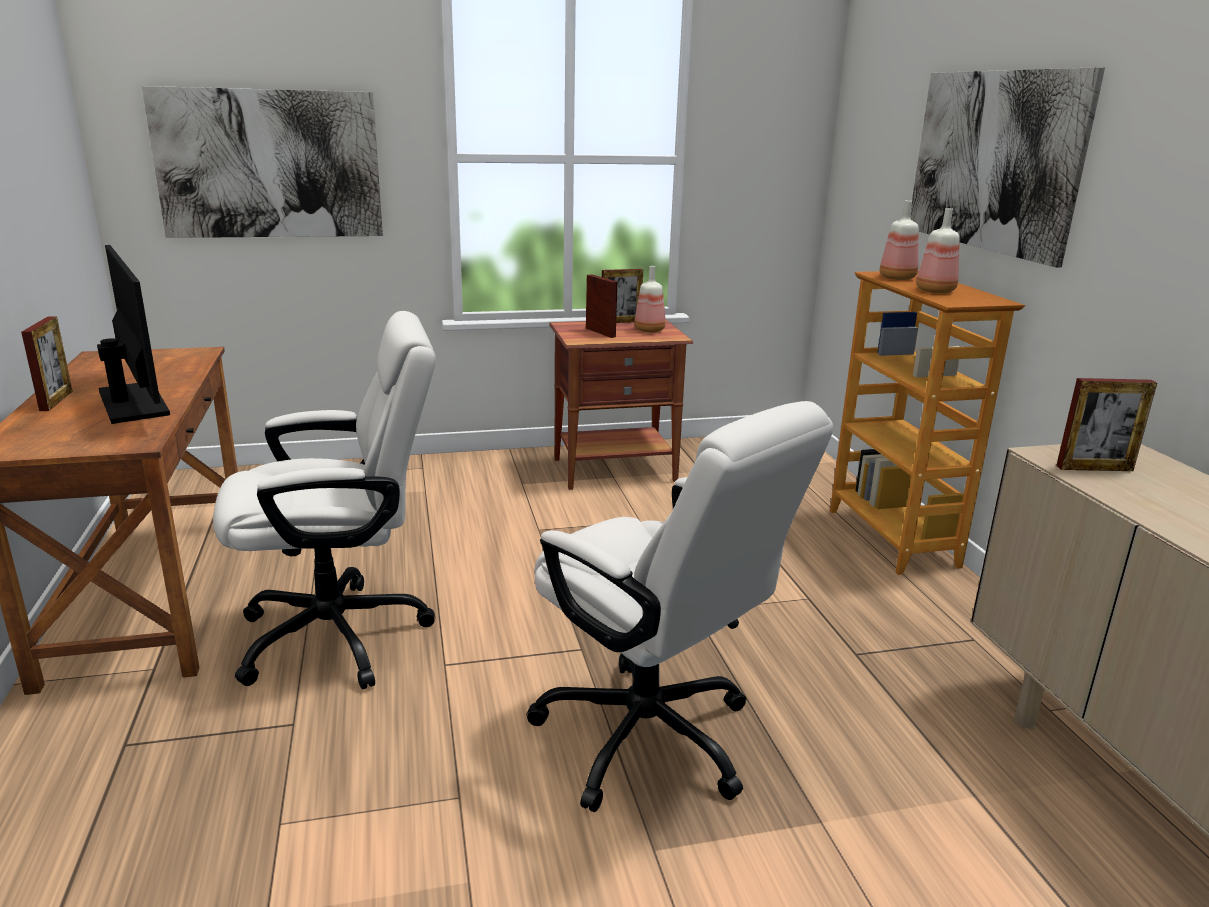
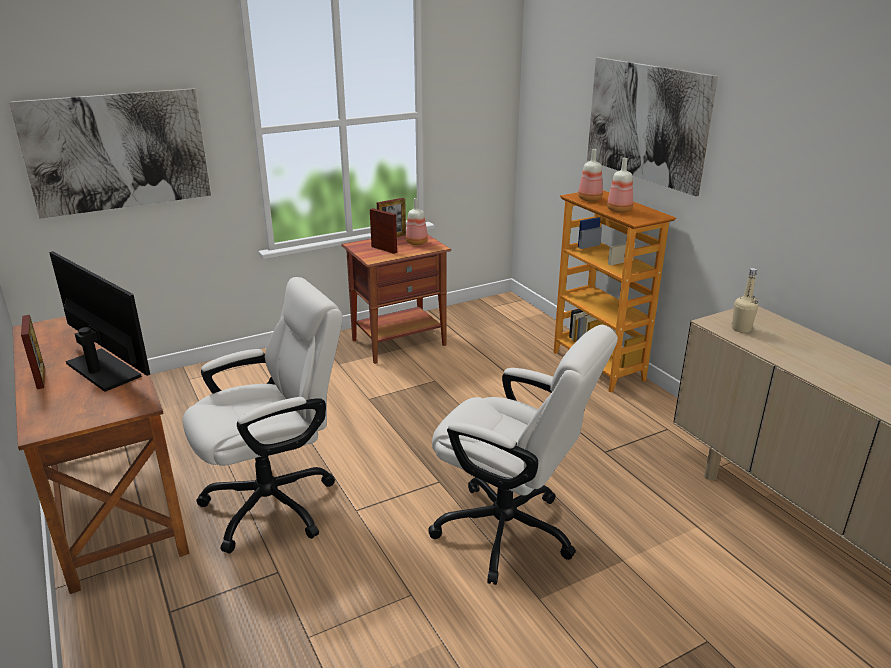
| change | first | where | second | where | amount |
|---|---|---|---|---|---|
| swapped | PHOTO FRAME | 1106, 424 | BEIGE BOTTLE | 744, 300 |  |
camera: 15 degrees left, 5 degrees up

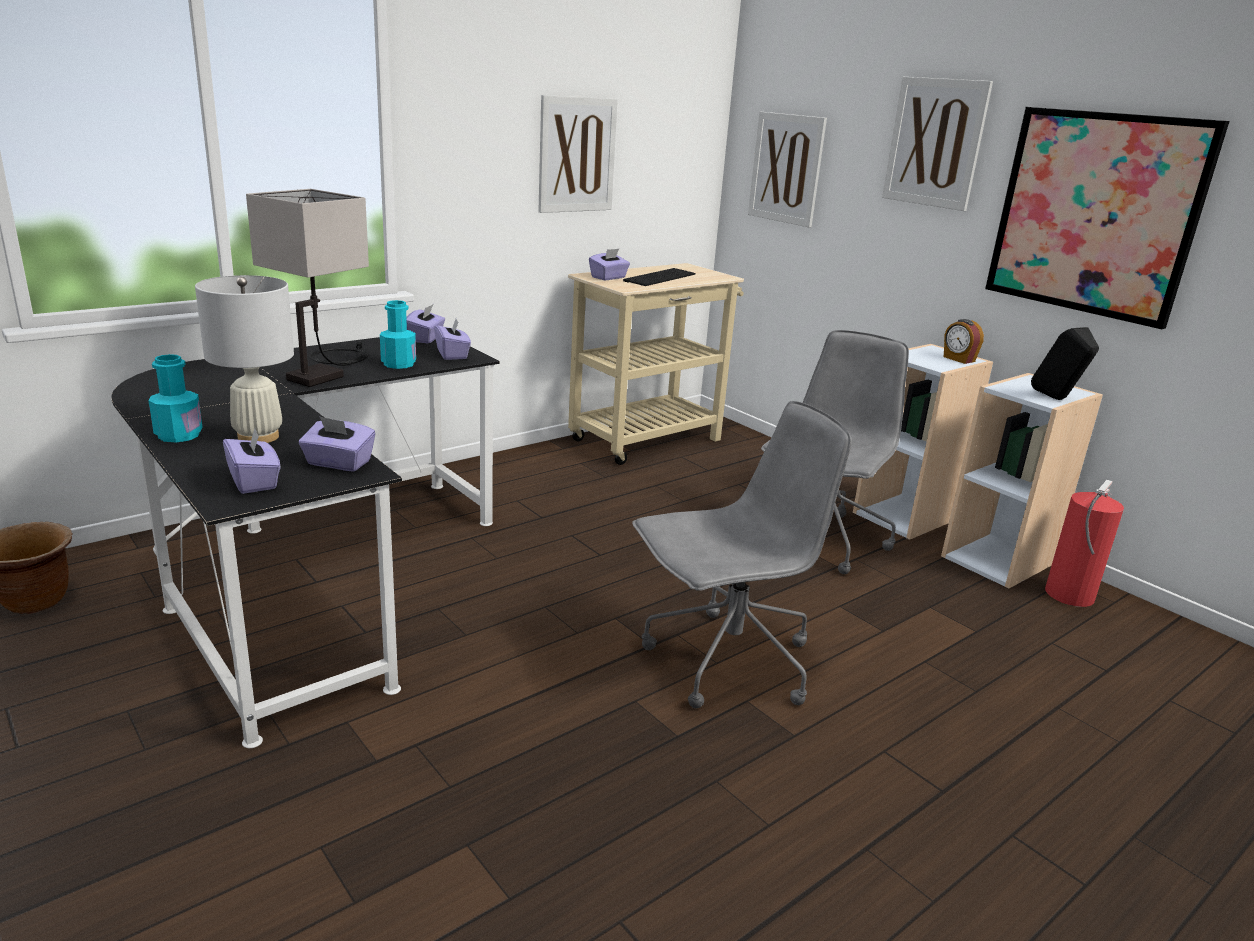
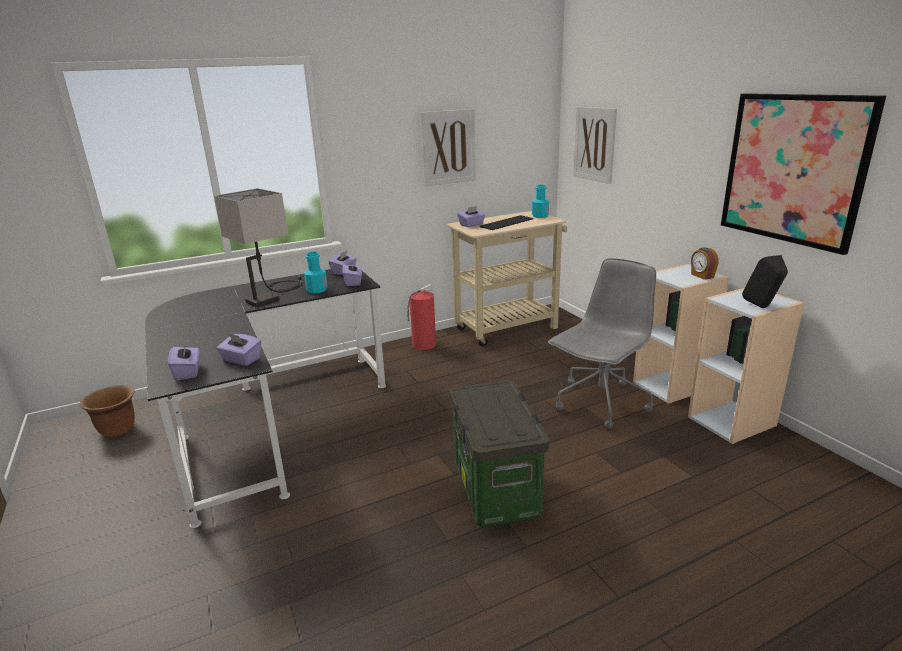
| change | first | where | second | where | amount |
|---|---|---|---|---|---|
| shifted | FIRE-FIGHTING CYLINDER | 1084, 543 |  | 422, 317 |  |
| swapped | GREYISH COMPUTER CHAIR | 742, 554 | STORAGE CONTAINER | 499, 454 |  |
| shifted | TURQUOISE BOTTLE | 175, 398 |  | 540, 201 |  |
| gone | WHITE-COLOURED TABLE LAMP | 244, 359 |  |  |  |
| gone | WALL PICTURE | 937, 144 |  |  |  |
camera: 15 degrees right, 0 degrees up

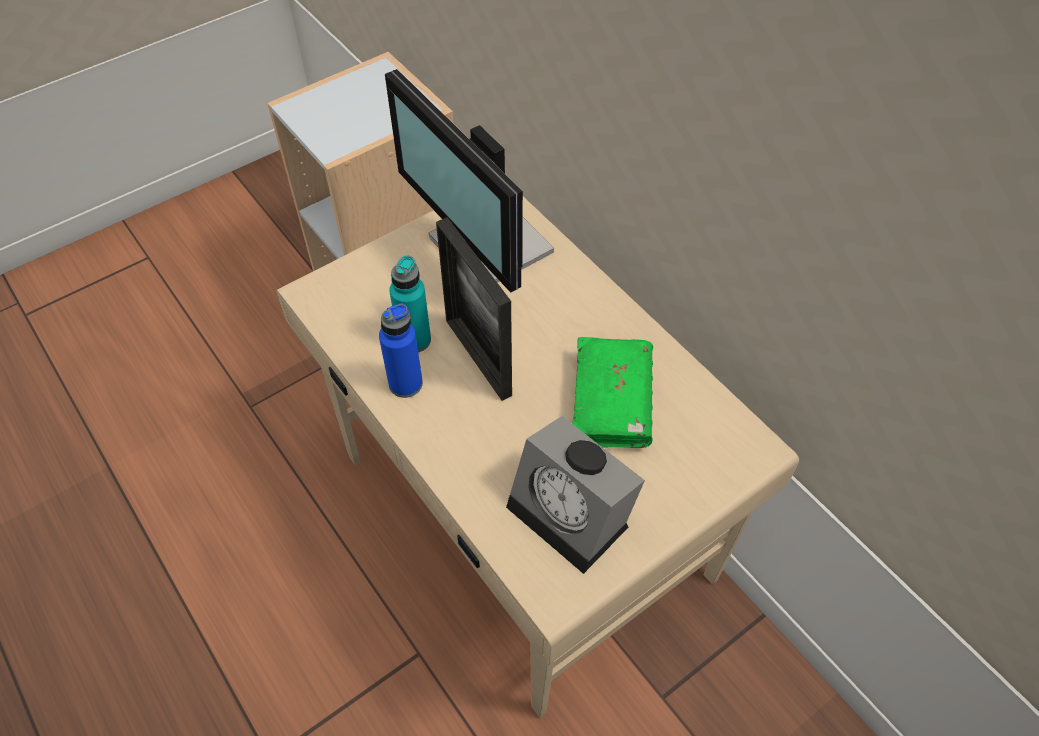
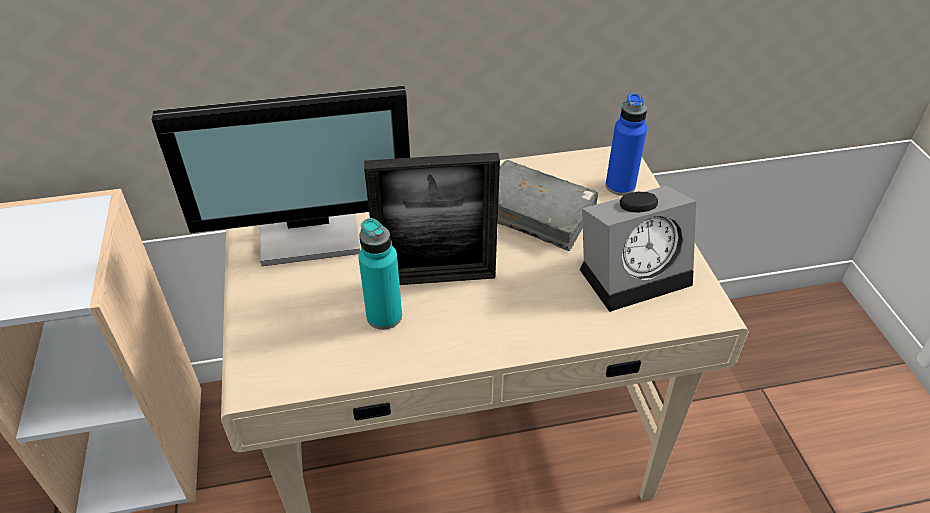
| change | first | where | second | where | amount |
|---|---|---|---|---|---|
| repainted | GREENISH BOUND BOOK | 612, 392 | GREYISH BOUND BOOK | 547, 205 |  |
| shifted | BLUISH BOTTLE | 401, 350 |  | 626, 144 |  |
camera: 65 degrees left, 10 degrees down

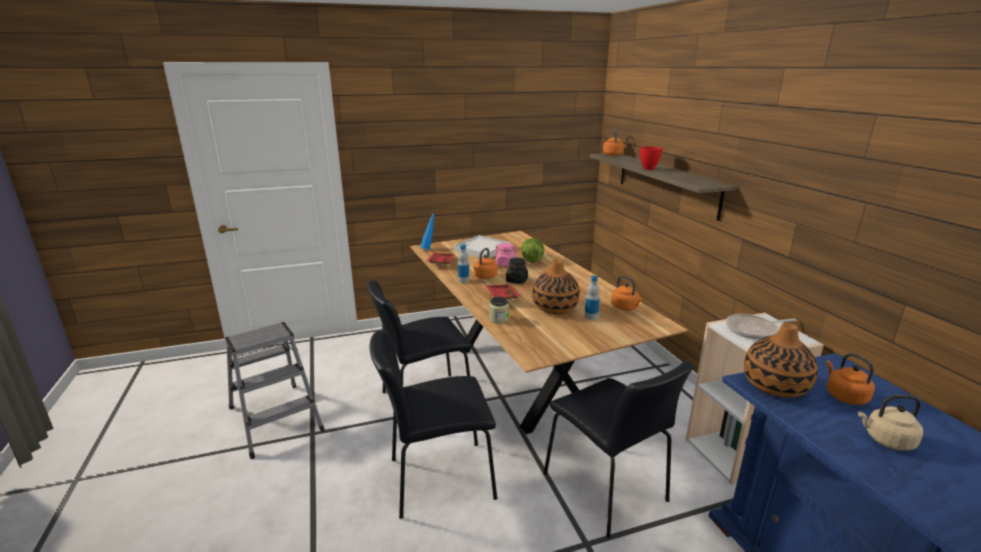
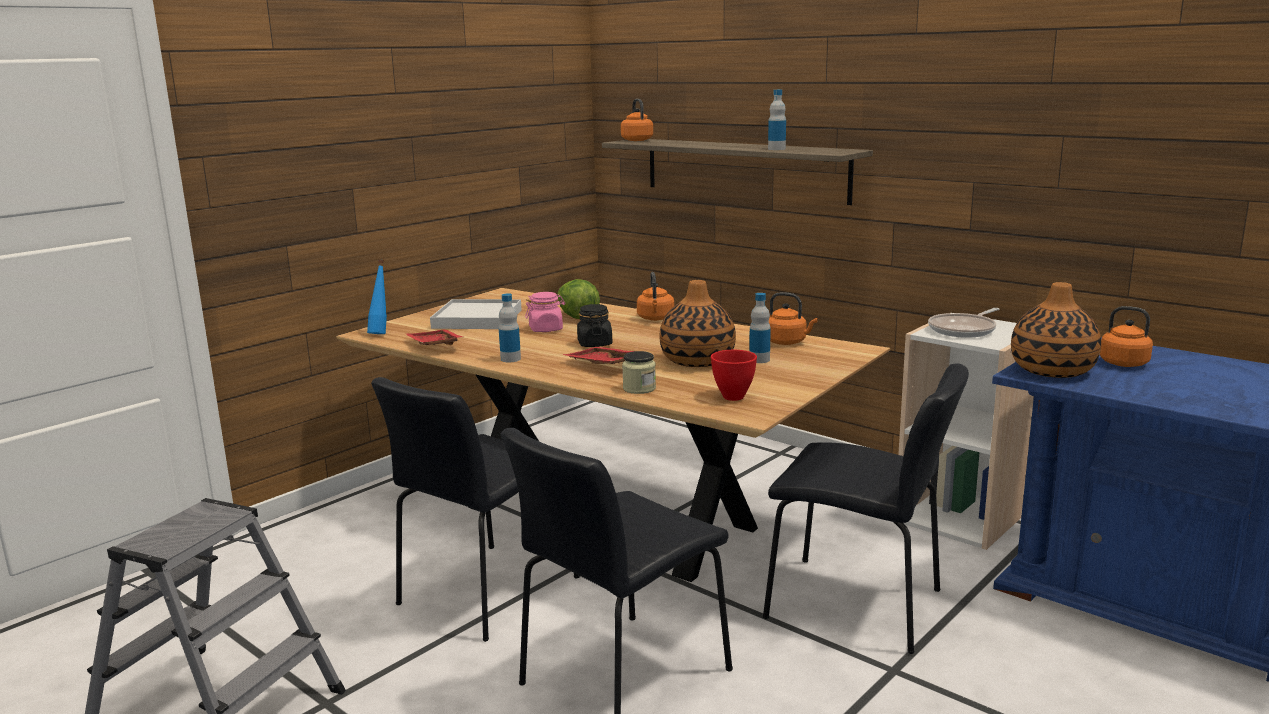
| change | first | where | second | where | amount |
|---|---|---|---|---|---|
| shifted | ORANGE KETTLE | 485, 263 |  | 655, 296 |  |
| shifted | RED-COLOURED BOWL | 651, 158 |  | 734, 375 |  |
| new |  |  | BOTTLE | 777, 120 |  |
| gone | BEIGE KETTLE | 890, 423 |  |  |  |
camera: 30 degrees left, 5 degrees down

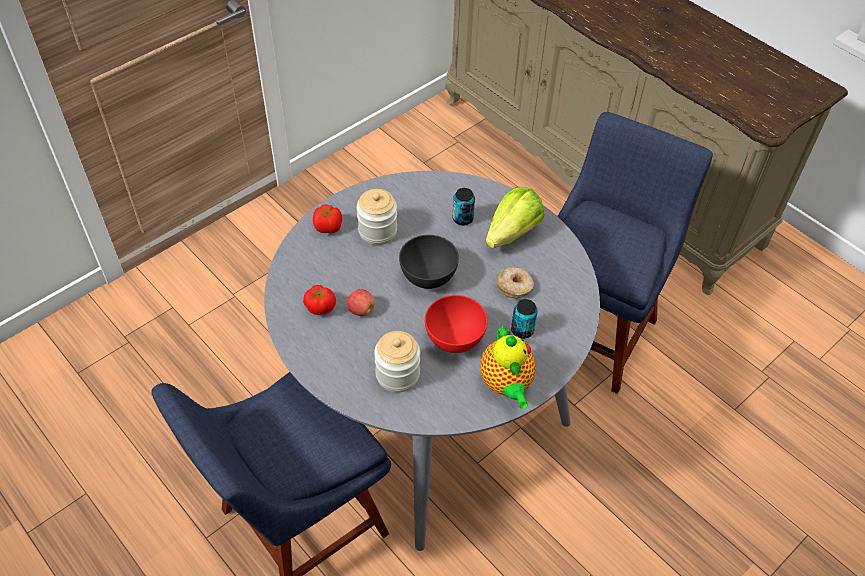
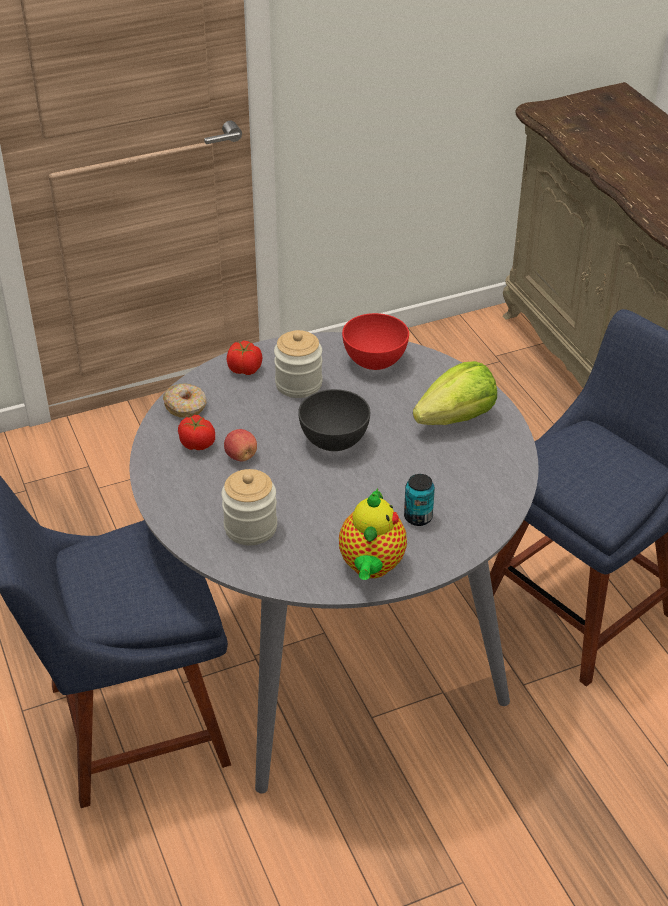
| change | first | where | second | where | amount |
|---|---|---|---|---|---|
| shifted | RING DOUGHNUT | 515, 282 |  | 184, 401 |  |
| shifted | RED-COLOURED BOWL | 456, 324 |  | 375, 341 |  |
| gone | CAN | 464, 207 |  |  |  |
camera: 20 degrees right, 10 degrees down

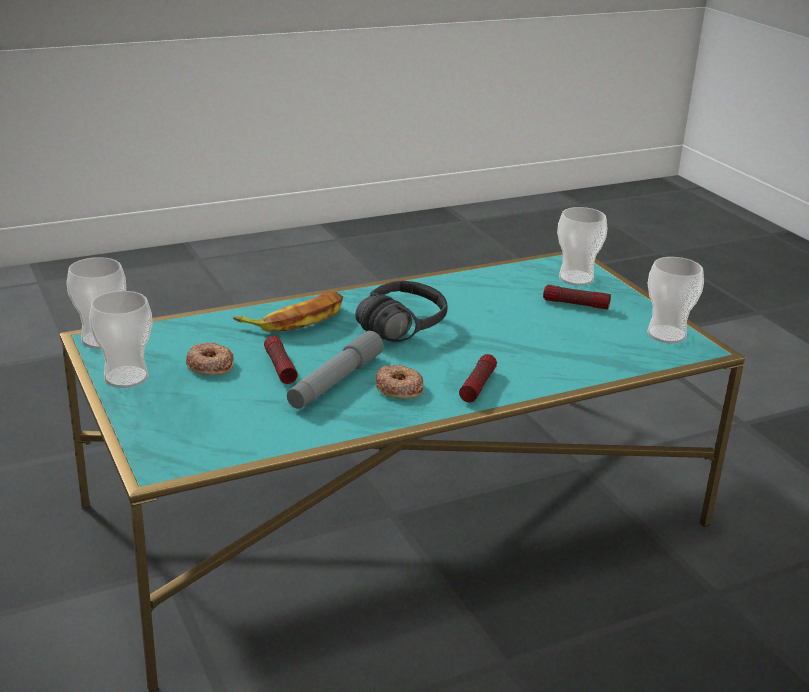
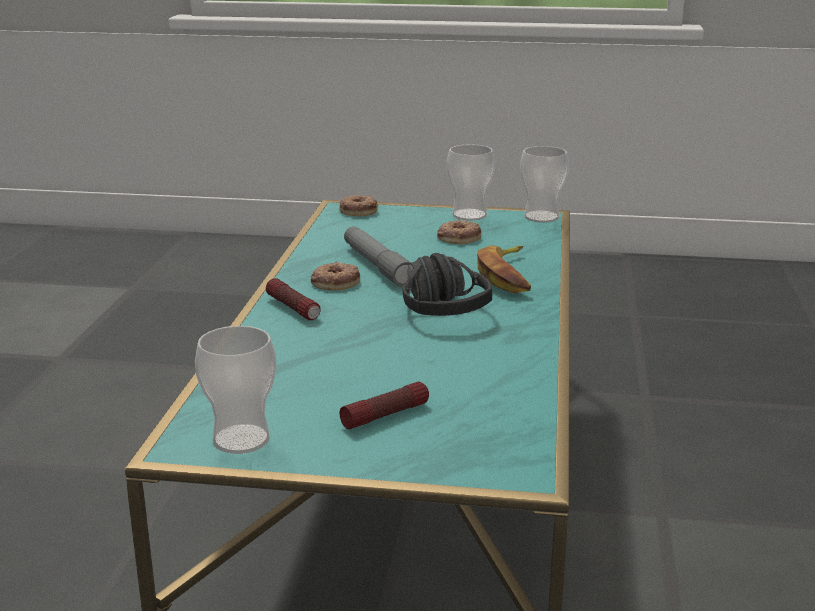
| change | first | where | second | where | amount |
|---|---|---|---|---|---|
| new |  |  | RING DOUGHNUT | 359, 205 |  |
| gone | TORCH | 281, 360 |  |  |  |
| gone | DRINKING CUP | 582, 246 |  |  |  |
camera: 125 degrees right, 5 degrees down

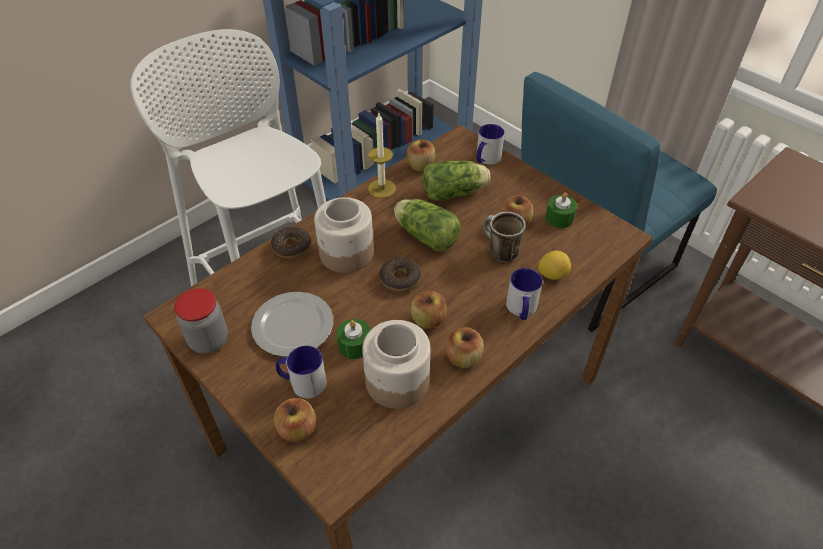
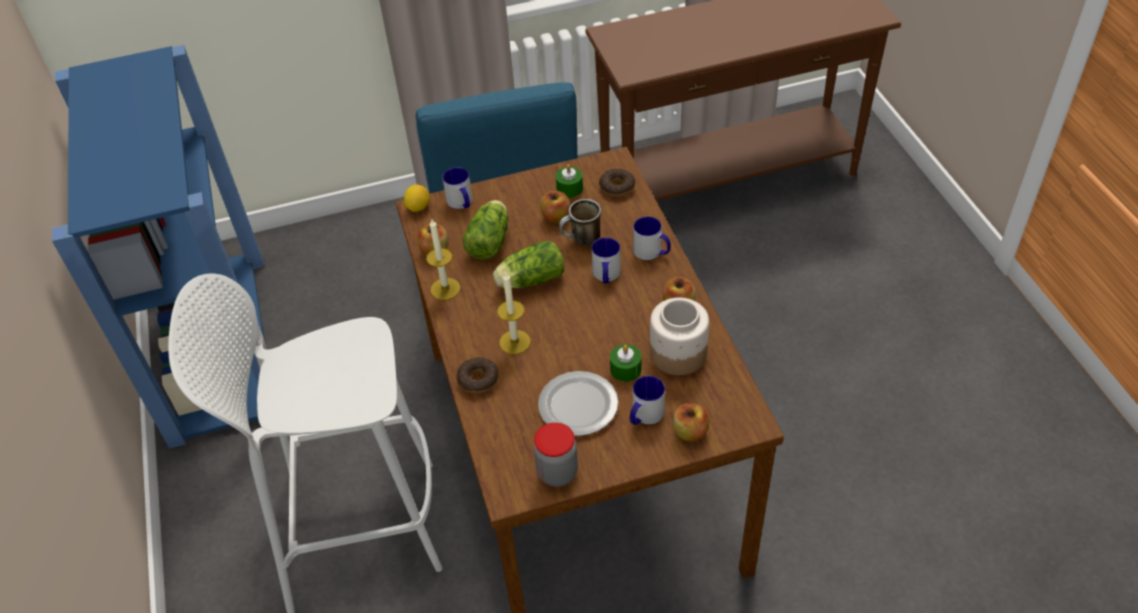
| change | first | where | second | where | amount |
|---|---|---|---|---|---|
| shifted | LEMON | 554, 265 |  | 417, 198 |  |
| swapped | PRESERVE JAR | 344, 235 | WAX CANDLE | 513, 313 |  |
| new |  |  | MUG | 606, 260 |  |
| shifted | RING DOUGHNUT | 400, 274 |  | 617, 183 |  |
| gone | APPLE | 429, 310 |  |  |  |
camera: 60 degrees left, 0 degrees up

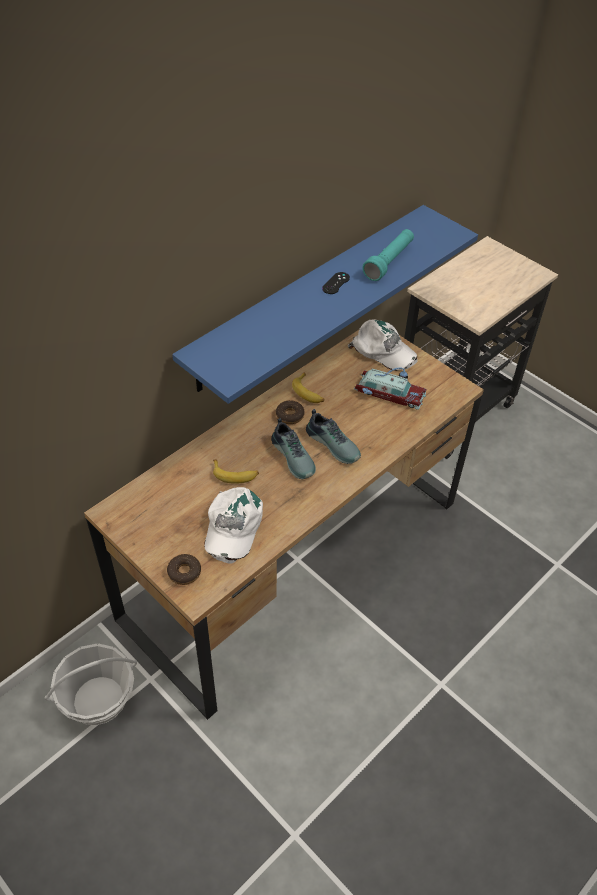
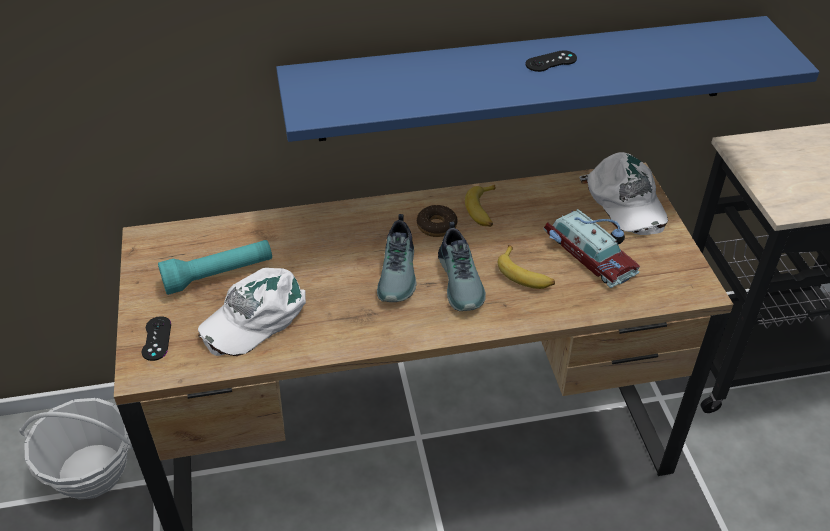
| change | first | where | second | where | amount |
|---|---|---|---|---|---|
| swapped | RING DOUGHNUT | 184, 569 | BLACK-COLOURED GAMEPAD | 156, 338 |  |
| shifted | TURQUOISE TORCH | 388, 255 |  | 215, 267 |  |
| shifted | BANANA | 236, 471 |  | 526, 267 |  |
camera: 35 degrees right, 5 degrees down

